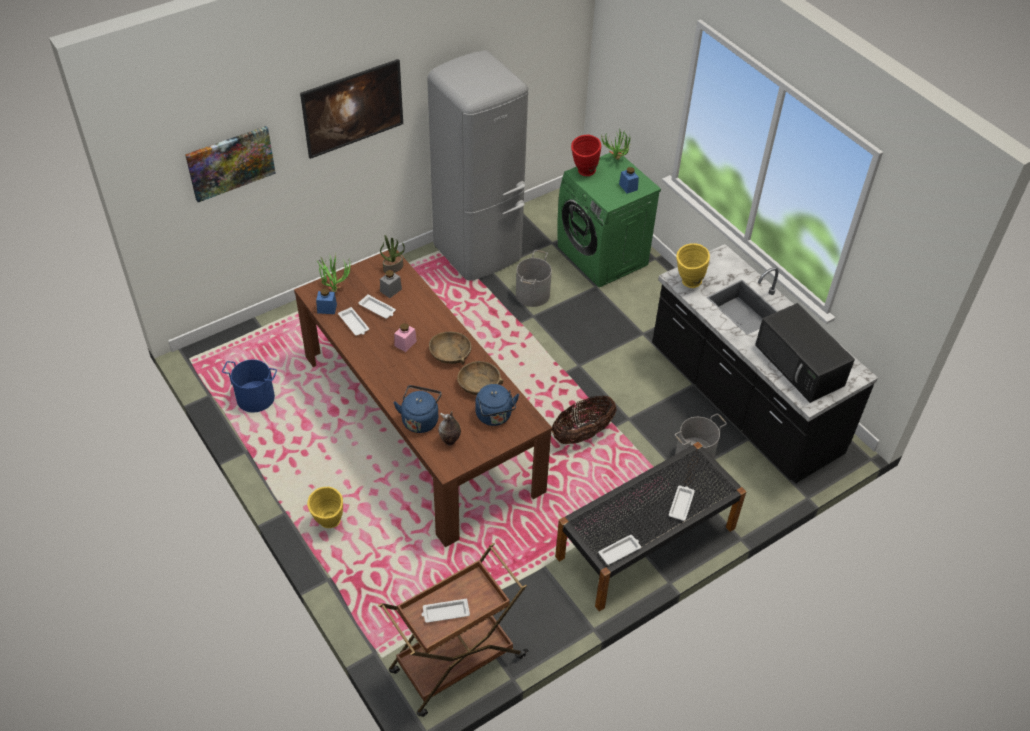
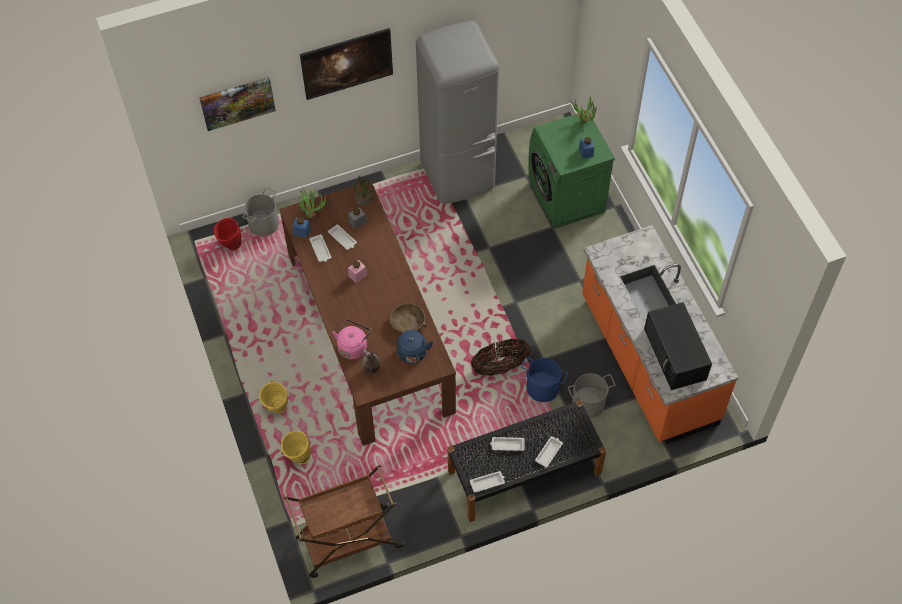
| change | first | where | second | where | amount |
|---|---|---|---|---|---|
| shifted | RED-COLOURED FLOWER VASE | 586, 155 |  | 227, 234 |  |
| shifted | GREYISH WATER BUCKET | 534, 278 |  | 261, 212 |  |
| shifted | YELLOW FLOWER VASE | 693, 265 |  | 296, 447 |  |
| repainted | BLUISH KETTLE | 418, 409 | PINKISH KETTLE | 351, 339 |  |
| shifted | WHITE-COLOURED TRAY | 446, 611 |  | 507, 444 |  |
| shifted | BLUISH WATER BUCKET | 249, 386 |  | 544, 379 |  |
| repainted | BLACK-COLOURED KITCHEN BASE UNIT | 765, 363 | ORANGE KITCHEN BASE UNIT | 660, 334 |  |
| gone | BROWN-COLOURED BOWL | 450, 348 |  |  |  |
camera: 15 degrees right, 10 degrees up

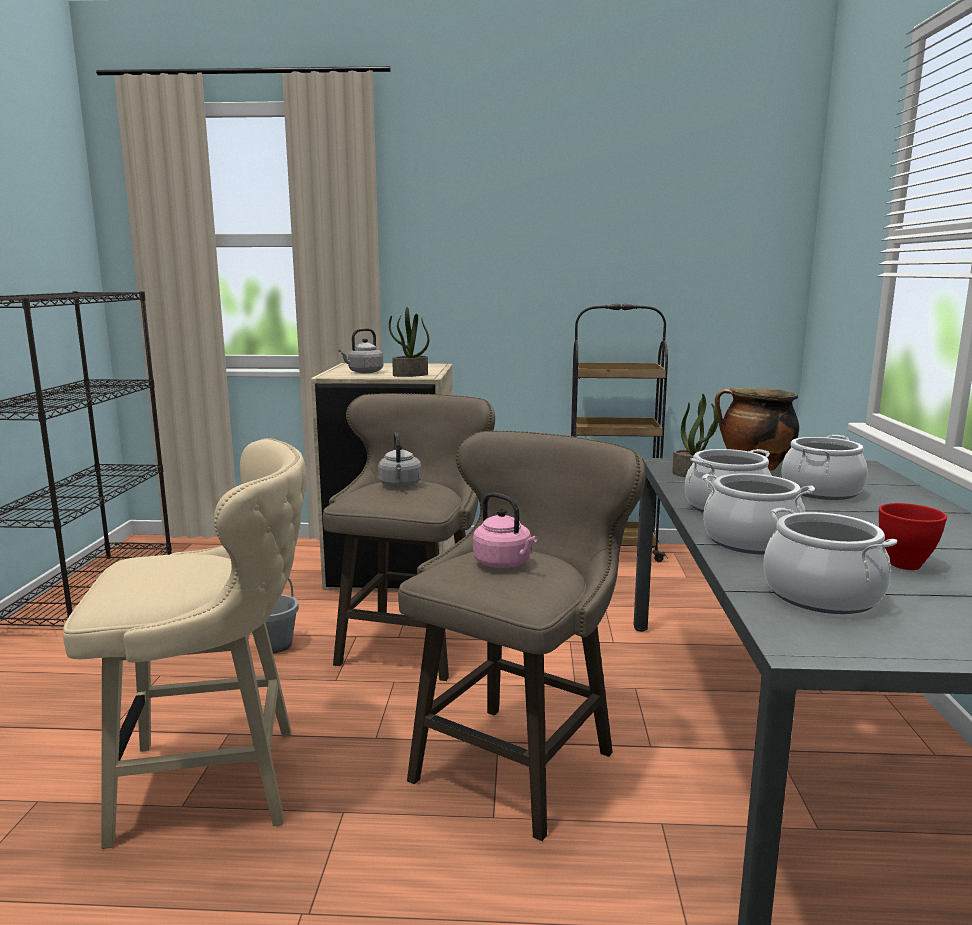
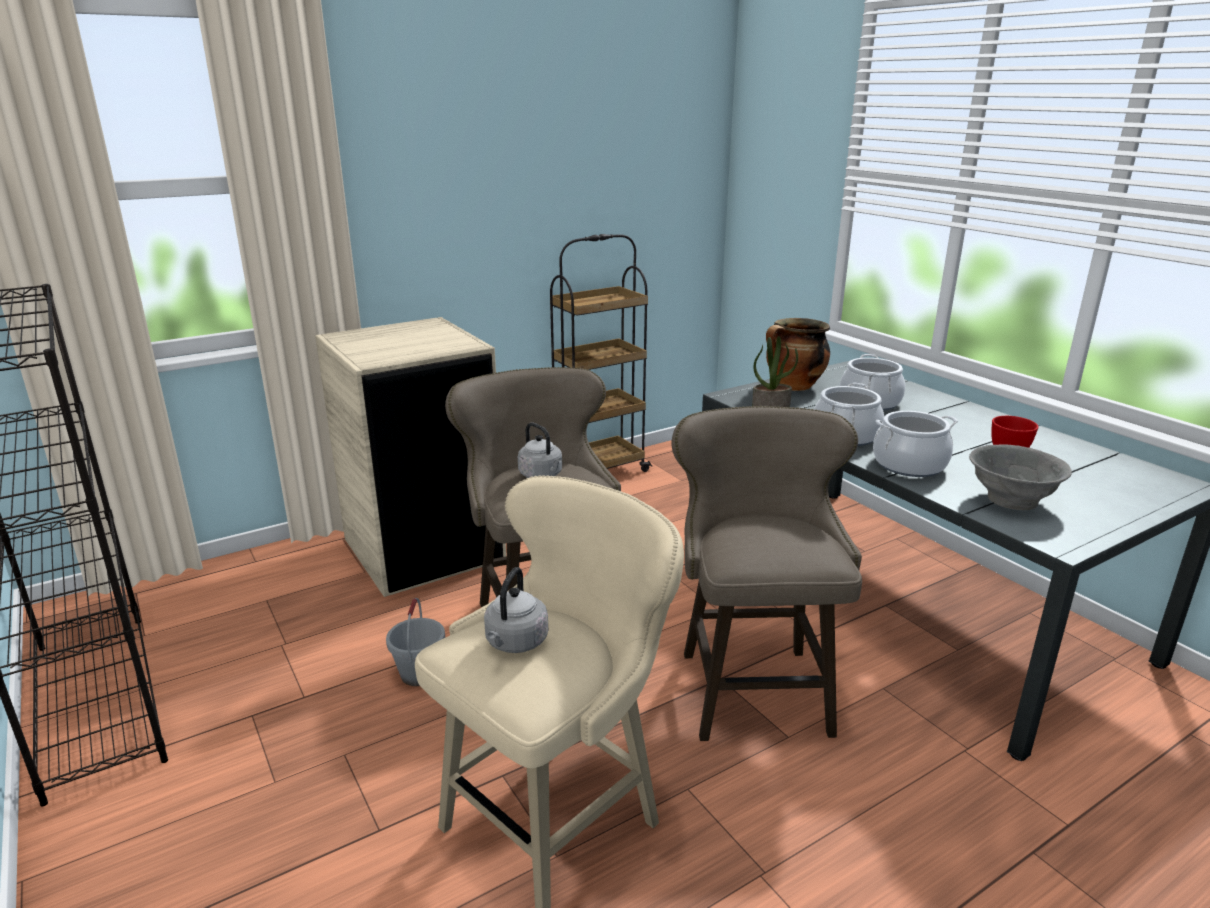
| change | first | where | second | where | amount |
|---|---|---|---|---|---|
| shifted | GREYISH KETTLE | 361, 350 |  | 516, 610 |  |
| swapped | SAUCEPOT | 830, 561 | GREYISH BOWL | 1020, 477 |  |
| gone | POTTED PLANT | 409, 342 |  |  |  |
| gone | PINKISH KETTLE | 505, 530 |  |  |  |
camera: 35 degrees left, 10 degrees up

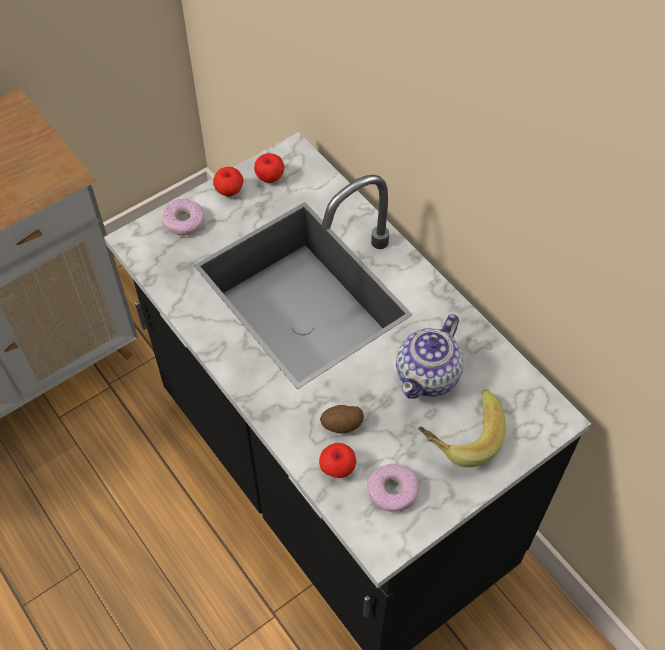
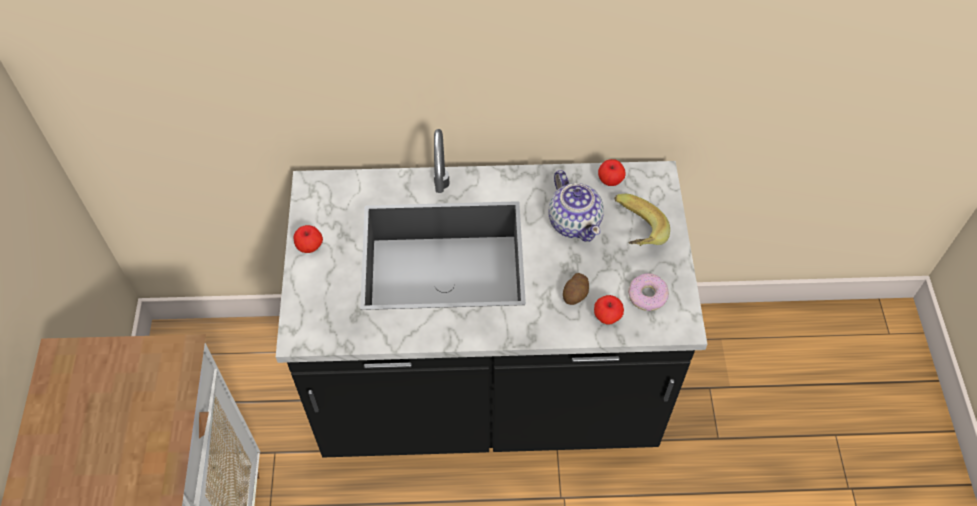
| change | first | where | second | where | amount |
|---|---|---|---|---|---|
| shifted | APPLE | 269, 168 |  | 612, 172 |  |
| gone | RING DOUGHNUT | 183, 217 |  |  |  |
camera: 55 degrees left, 0 degrees up

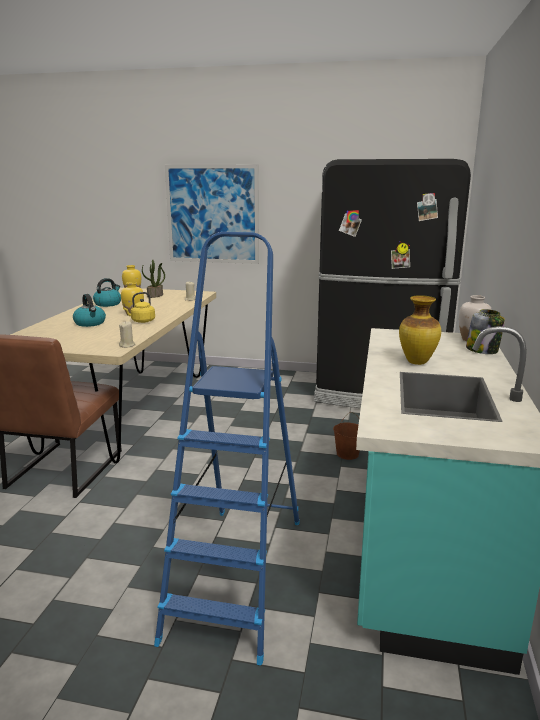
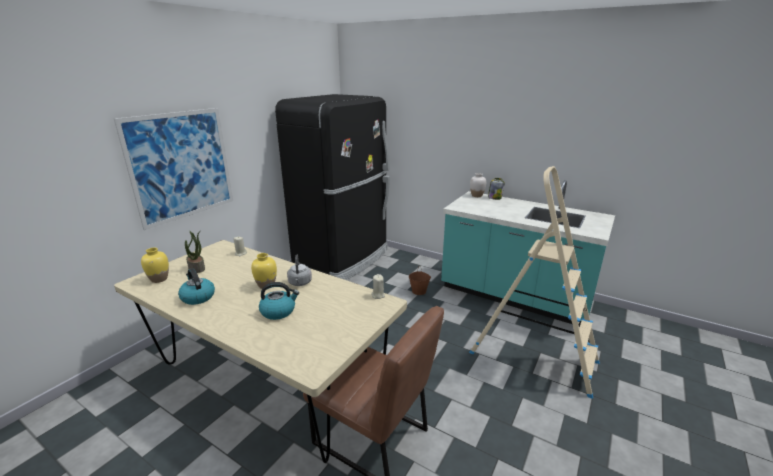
| change | first | where | second | where | amount |
|---|---|---|---|---|---|
| repainted | YELLOW KETTLE | 139, 307 | GREYISH KETTLE | 299, 270 |  |
| repainted | BLUISH STEP LADDER | 227, 449 | BEIGE STEP LADDER | 534, 282 |  |
| gone | FLOWER VASE | 420, 330 |  |  |  |
camera: 70 degrees left, 5 degrees up

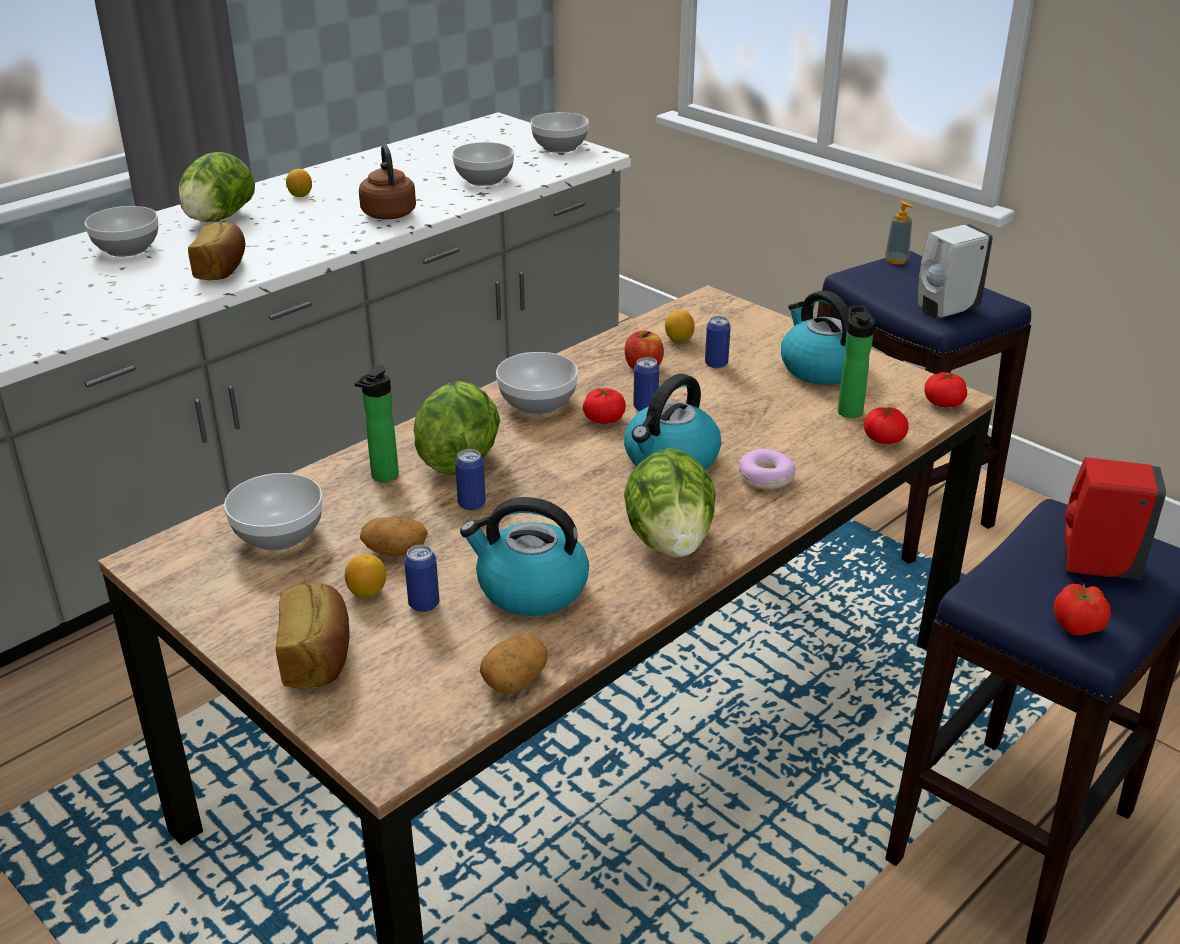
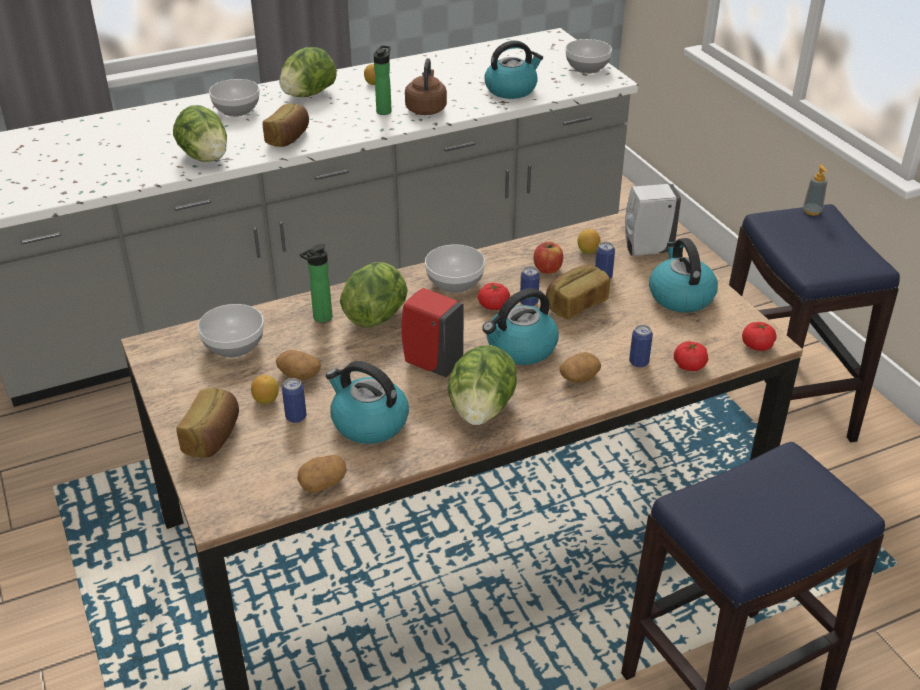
| change | first | where | second | where | amount |
|---|---|---|---|---|---|
| new |  |  | LETTUCE HEAD | 200, 133 |  |
| shifted | BOTTLE | 856, 362 |  | 383, 80 |  |
| shifted | RED-COLOURED LIQUID SOAP BOTTLE | 1114, 518 |  | 432, 332 |  |
| swapped | BOWL | 483, 164 | KETTLE | 513, 69 |  |
| new |  |  | BAKERY BREAD | 578, 292 |  |
| swapped | RING DOUGHNUT | 767, 469 | POTATO | 580, 367 |  |
| shifted | WHITE-COLOURED LIQUID SOAP BOTTLE | 955, 271 |  | 653, 220 |  |
| shifted | CAN | 470, 480 |  | 641, 346 |  |
| gone | FRESH TOMATO | 1082, 609 |  |  |  |
camera: 20 degrees right, 5 degrees up

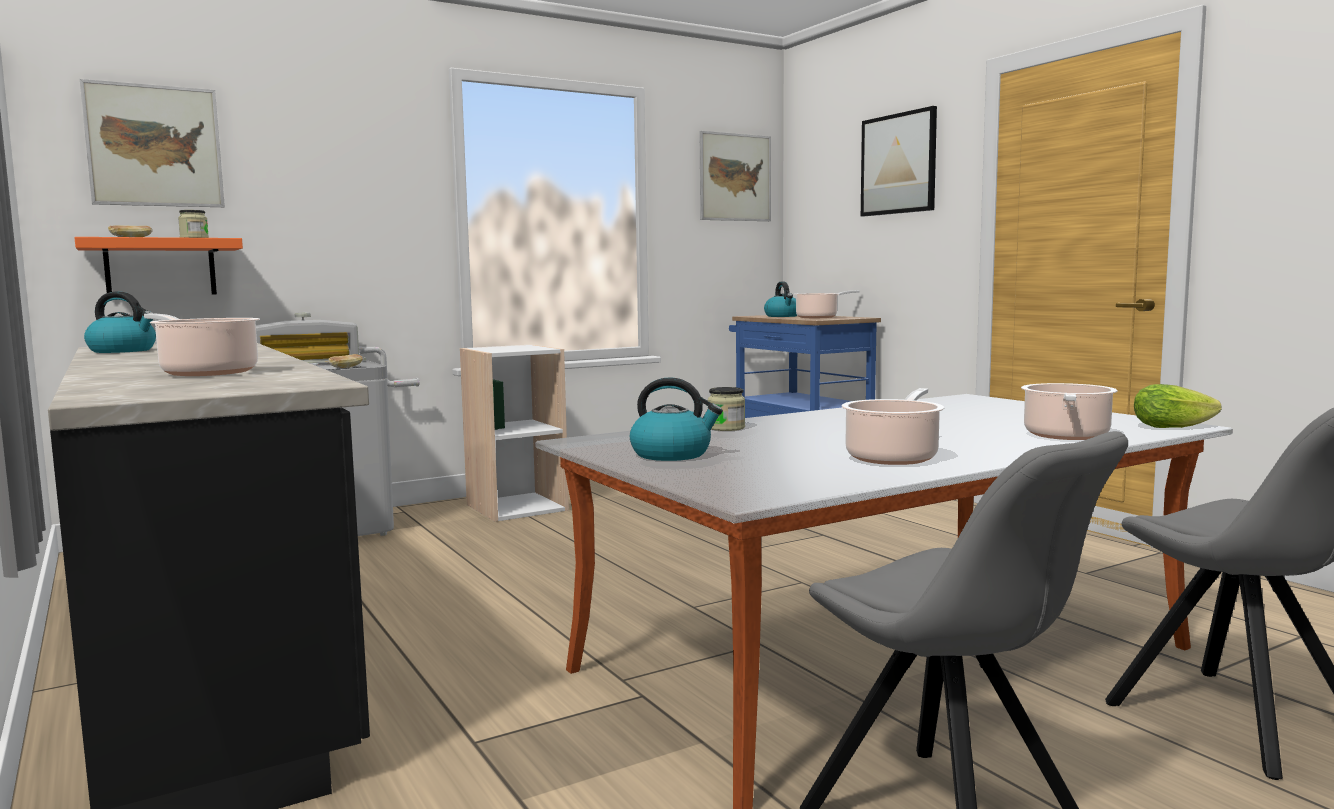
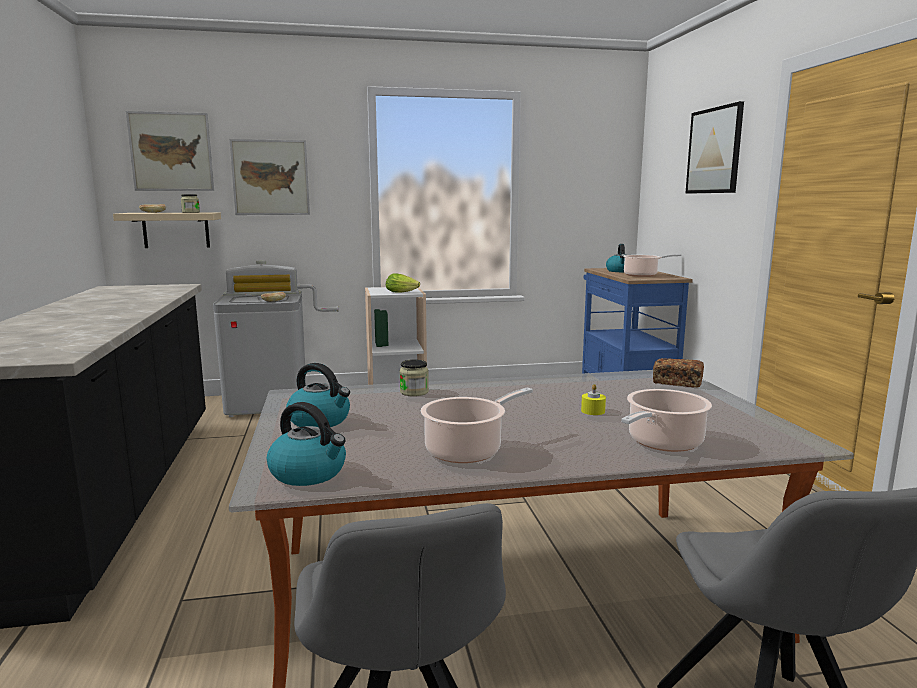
| change | first | where | second | where | amount |
|---|---|---|---|---|---|
| repainted | ORANGE SHELF | 158, 266 | BEIGE SHELF | 167, 230 |  |
| shifted | WALL PICTURE | 735, 176 |  | 269, 177 |  |
| shifted | KETTLE | 120, 322 |  | 306, 444 |  |
| shifted | LETTUCE HEAD | 1178, 406 |  | 403, 283 |  |
| new |  |  | YELLOW WAX CANDLE | 593, 399 |  |
| new |  |  | BAKERY BREAD | 678, 372 |  |
| gone | SAUCEPOT | 202, 345 |  |  |  |
camera: 20 degrees right, 5 degrees up

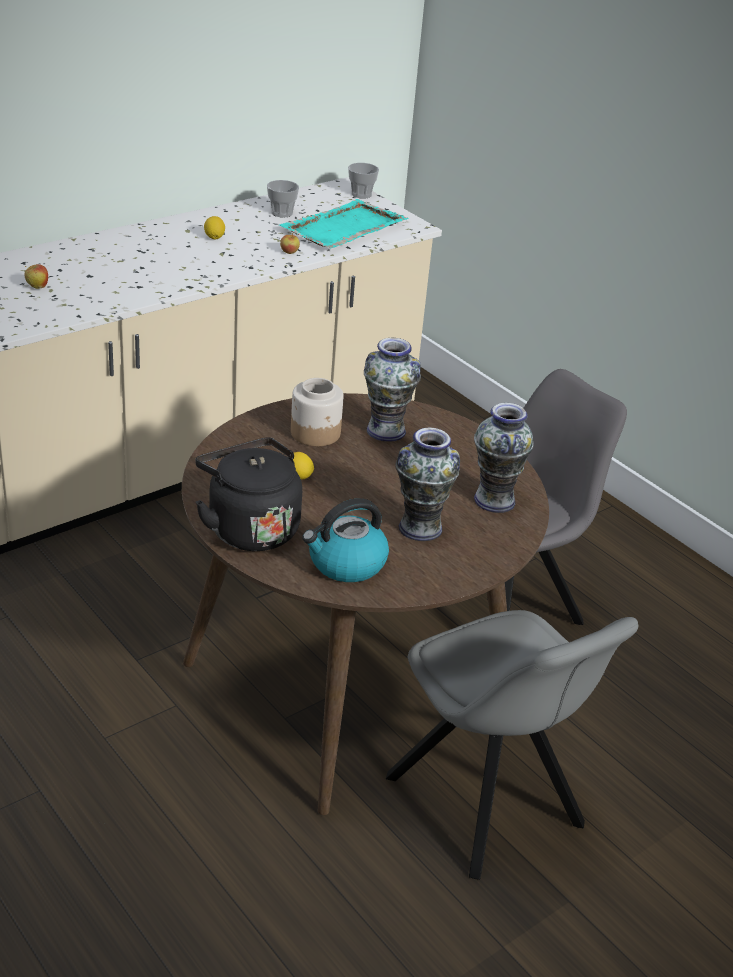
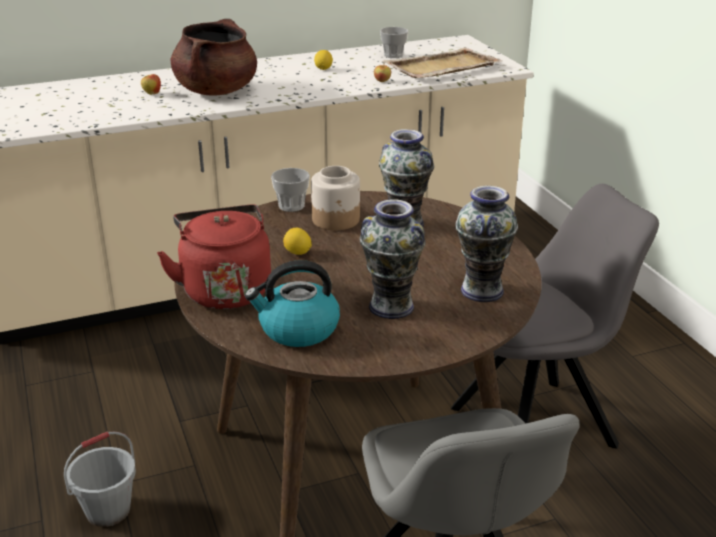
| change | first | where | second | where | amount |
|---|---|---|---|---|---|
| new |  |  | GREYISH WATER BUCKET | 100, 479 |  |
| repainted | BLACK-COLOURED KETTLE | 248, 494 | RED-COLOURED KETTLE | 214, 257 |  |
| new |  |  | BROWN-COLOURED SAUCEPOT | 214, 57 |  |
| shifted | DRINKING CUP | 363, 180 |  | 290, 190 |  |
| repainted | TURQUOISE TRAY | 344, 223 | BEIGE TRAY | 442, 63 |  |
camera: 20 degrees right, 5 degrees down

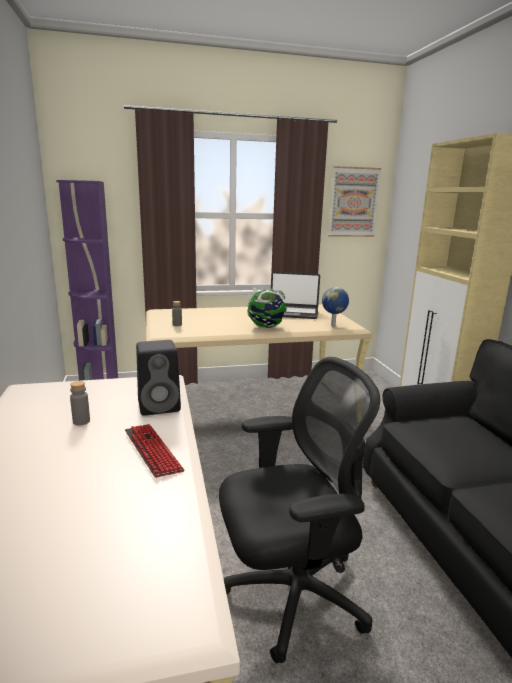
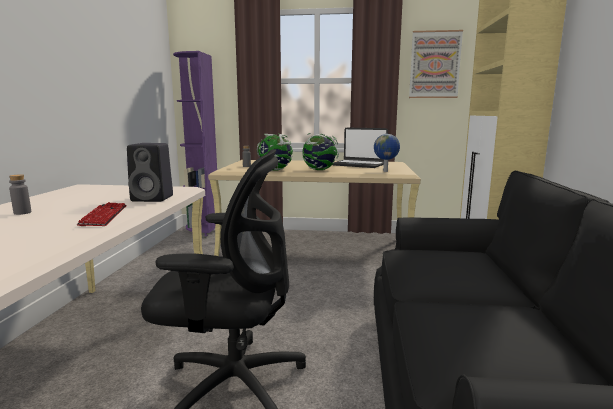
| change | first | where | second | where | amount |
|---|---|---|---|---|---|
| shifted | GREYISH BOTTLE | 80, 403 |  | 20, 194 |  |
| new |  |  | WORLD GLOBE | 275, 152 |  |
camera: 20 degrees right, 5 degrees down

